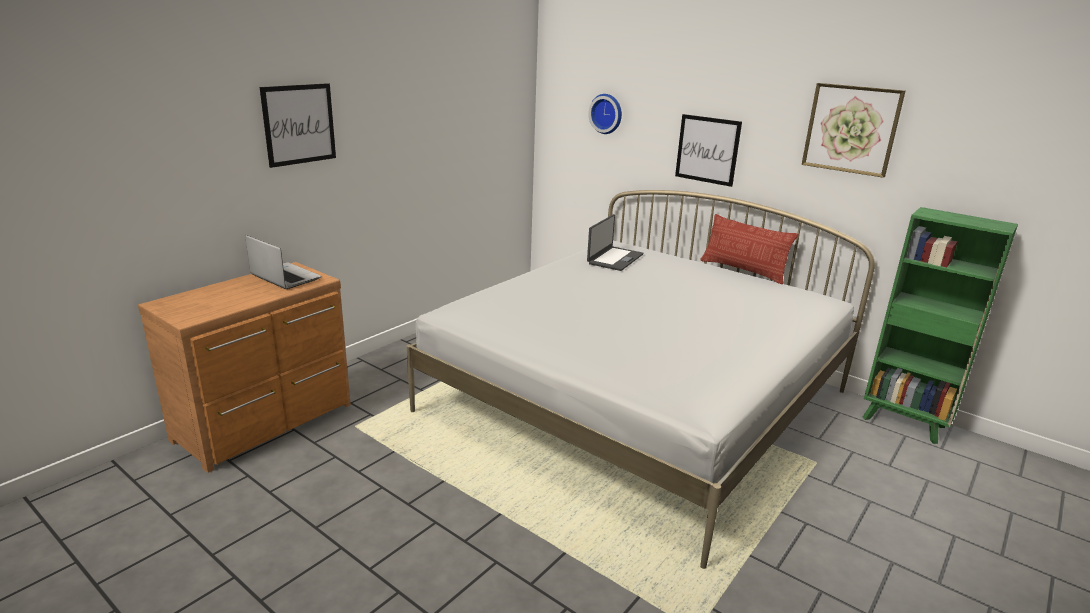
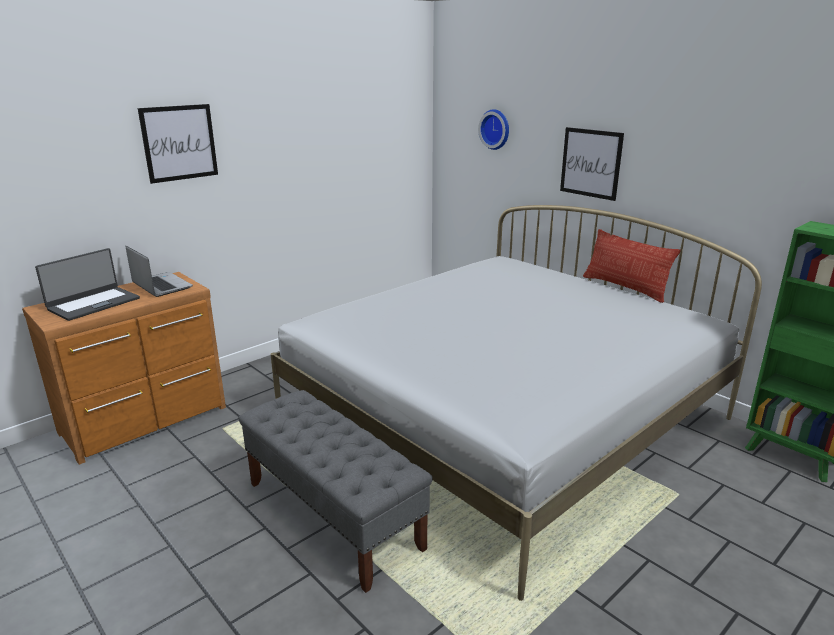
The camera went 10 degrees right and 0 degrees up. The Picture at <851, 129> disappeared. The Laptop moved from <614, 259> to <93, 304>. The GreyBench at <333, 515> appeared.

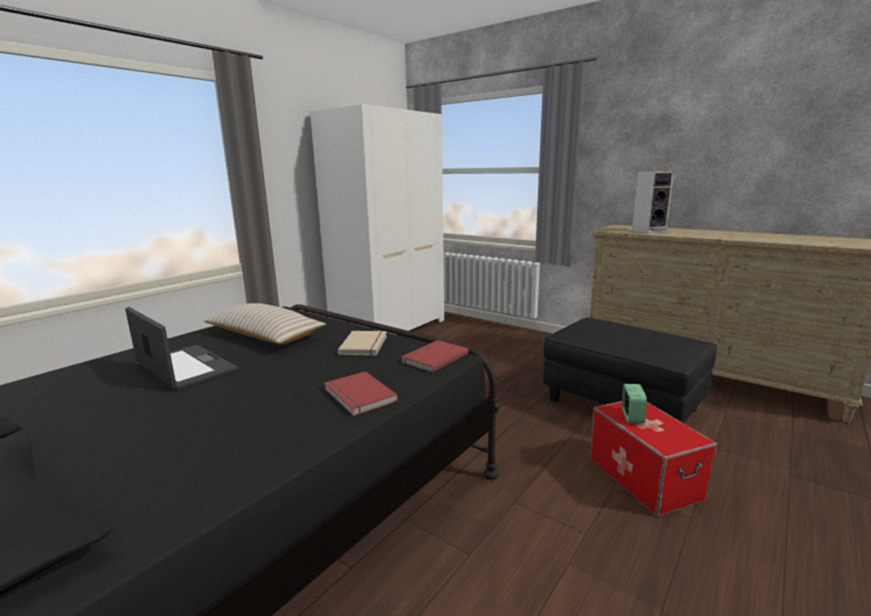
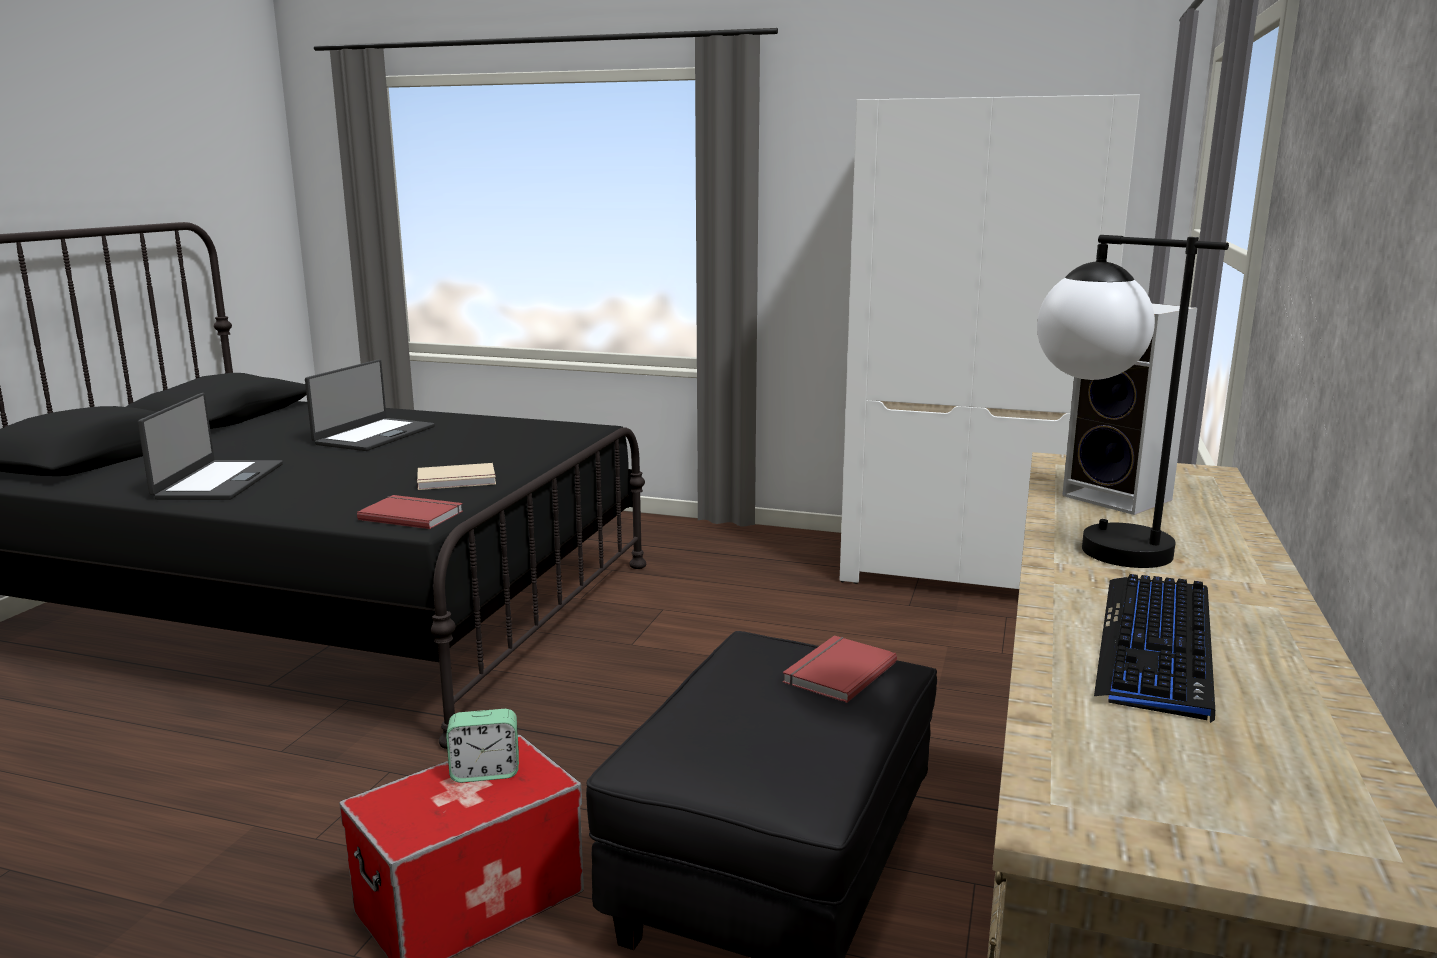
The camera went 70 degrees right and 0 degrees up. The BeigePillow at <265, 336> disappeared. The RedBook moved from <358, 396> to <836, 672>. The TableLamp at <1093, 542> appeared. The Laptop at <218, 481> appeared. The Keyboard at <1157, 644> appeared.

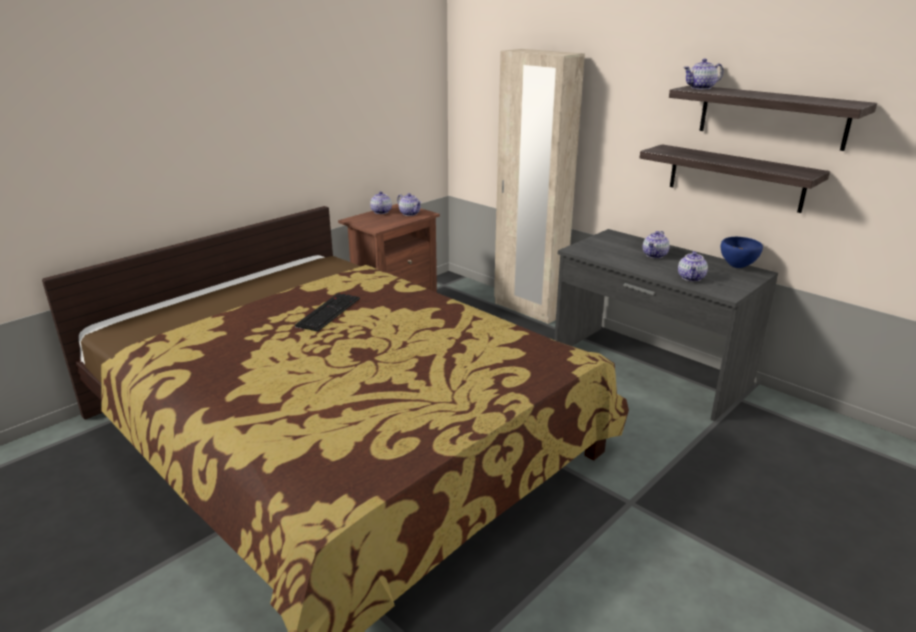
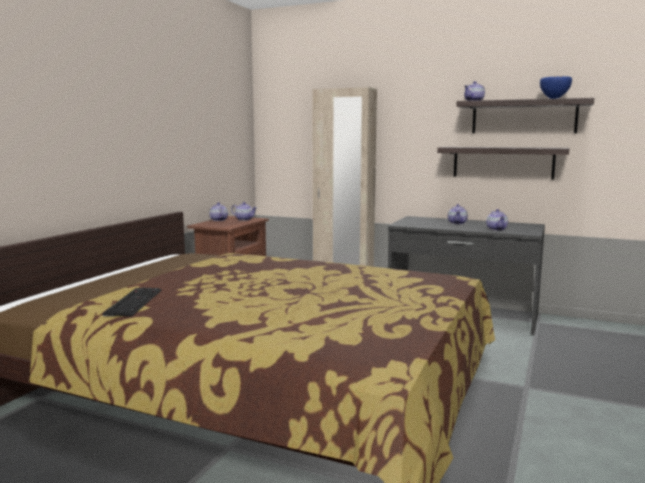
The camera went 20 degrees left and 15 degrees down. The BlueBowl moved from <737, 267> to <554, 99>. The Keyboard moved from <328, 311> to <133, 302>.

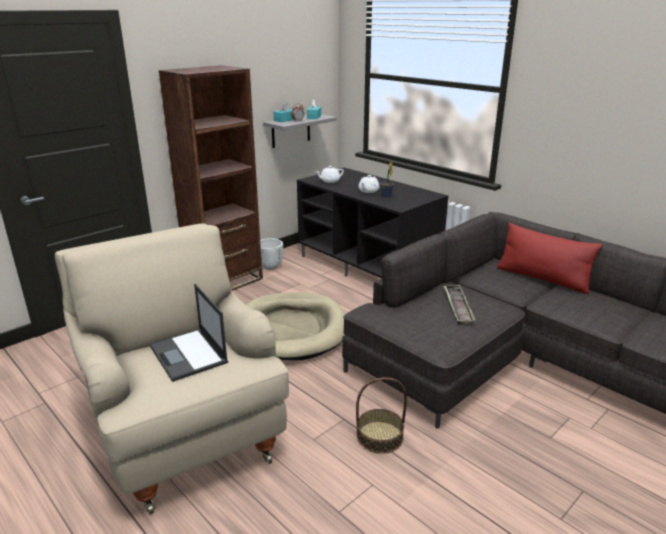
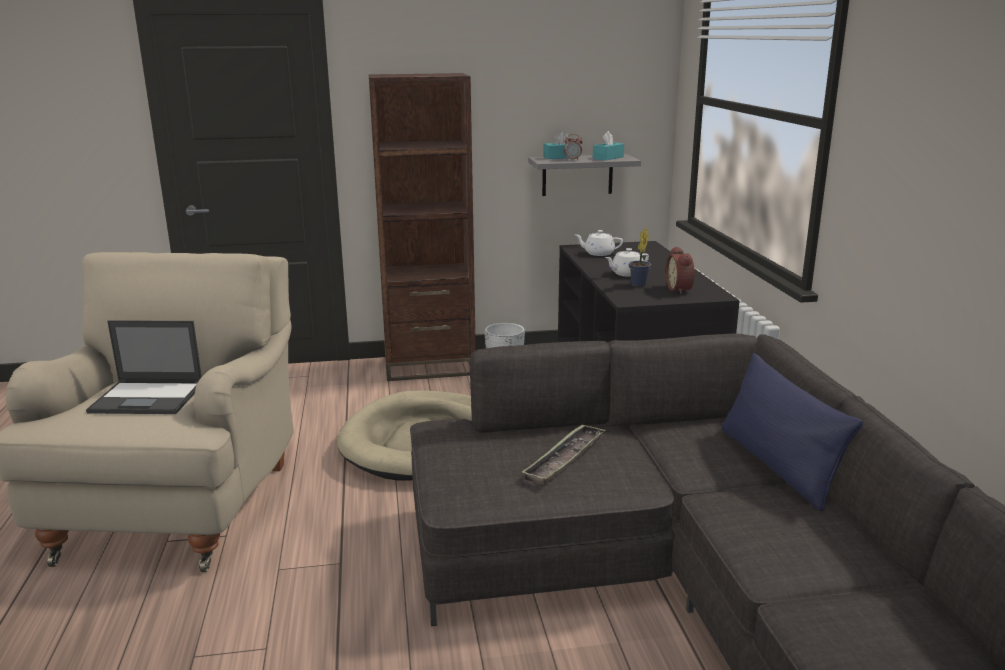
The camera went 35 degrees right and 5 degrees down. The RedPillow at <542, 278> became the BluePillow at <777, 465>. The Laptop at <189, 355> turned 90 degrees counterclockwise. The Basket at <380, 436> disappeared. The AlarmClock at <680, 289> appeared.

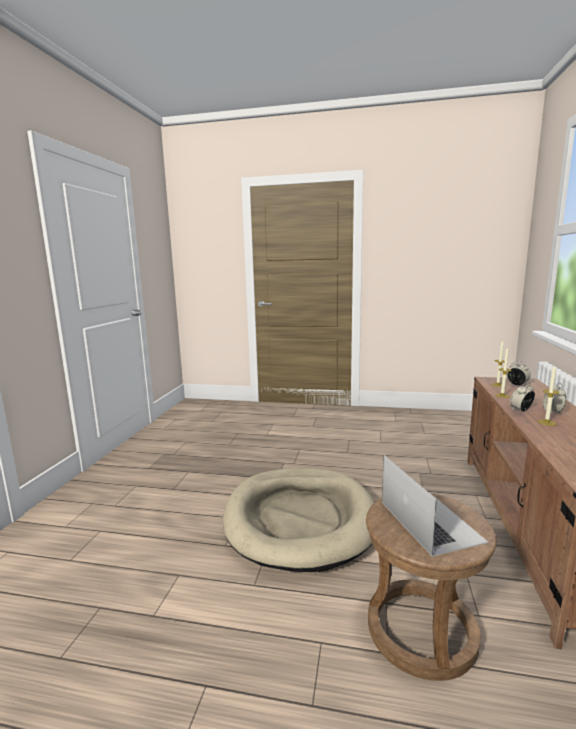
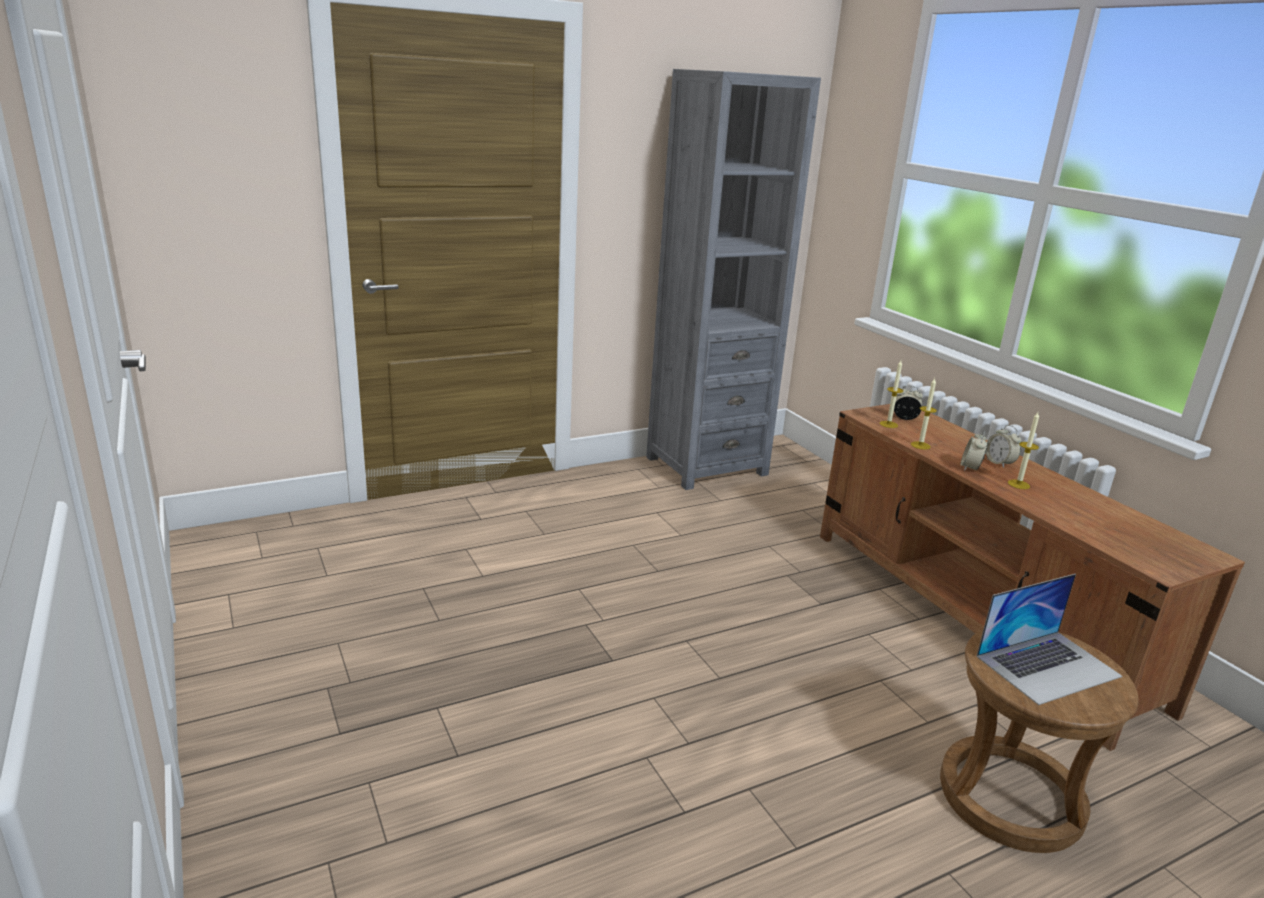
The camera went 40 degrees left and 10 degrees up. The Laptop at <430, 521> turned 120 degrees clockwise. The BeigeDogBed at <300, 519> disappeared. The GreyBookcase at <706, 466> appeared.

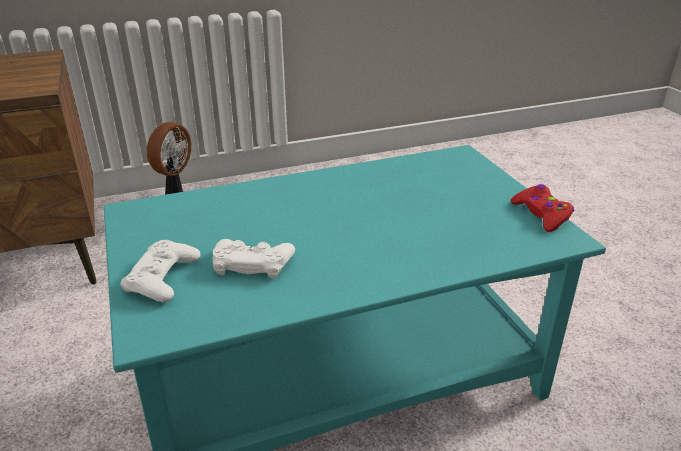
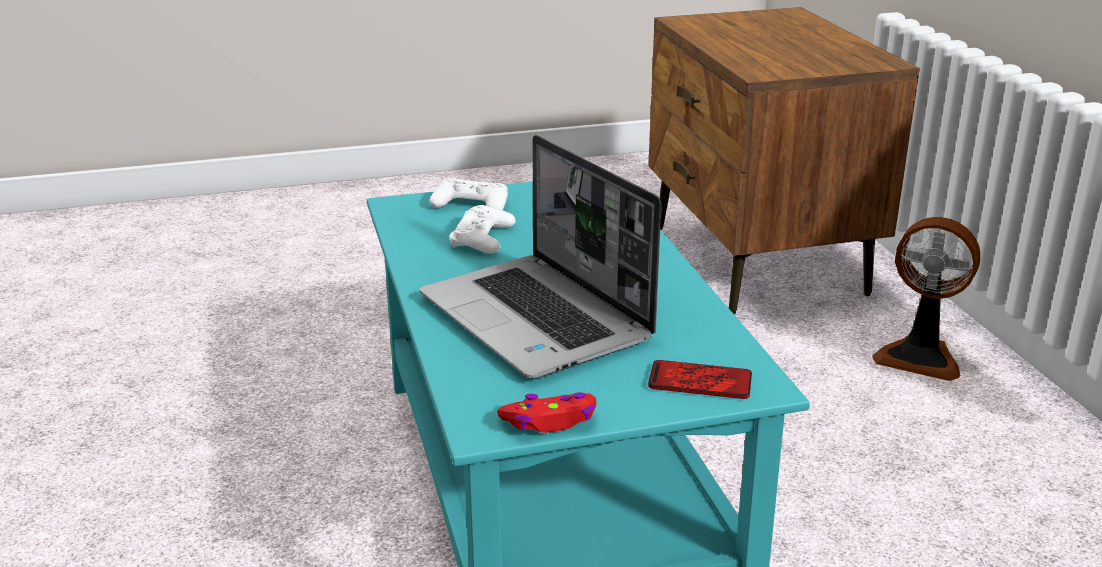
The camera went 95 degrees right and 5 degrees down. The Laptop at <538, 319> appeared. The Phone at <700, 381> appeared.

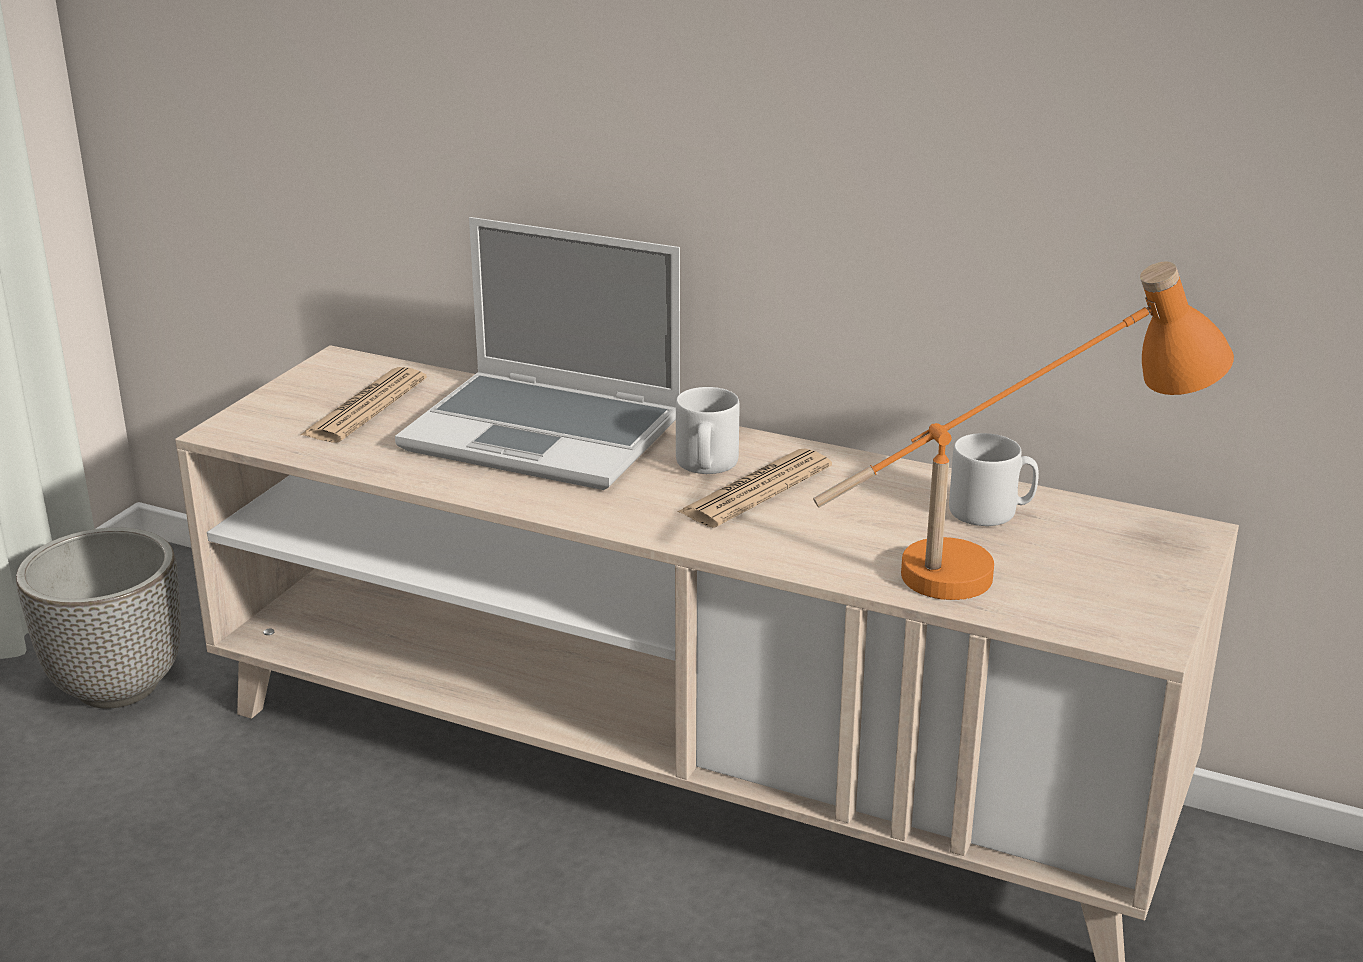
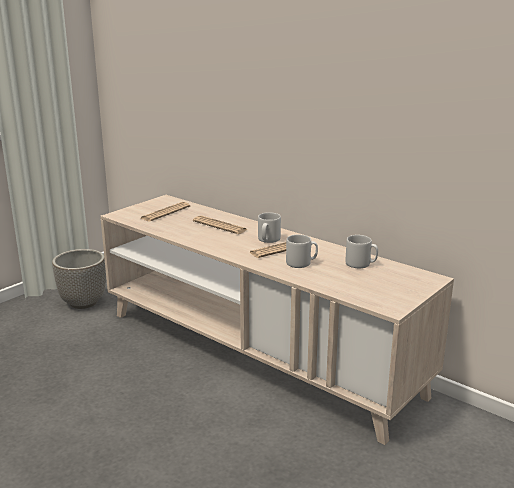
The camera went 15 degrees right and 5 degrees down. The Laptop at <547, 434> was replaced by the Newspaper at <220, 226>. The OrangeTableLamp at <1009, 566> disappeared. The GreyMug at <301, 263> appeared.

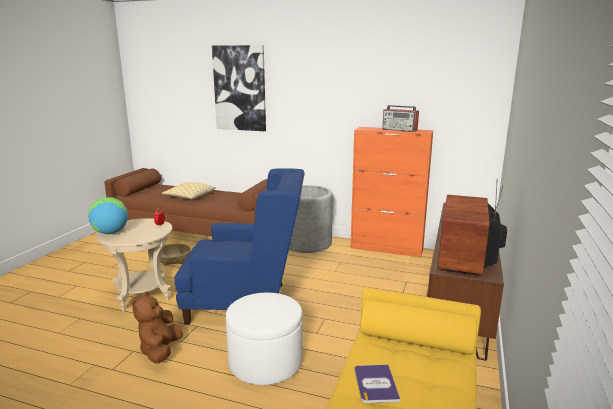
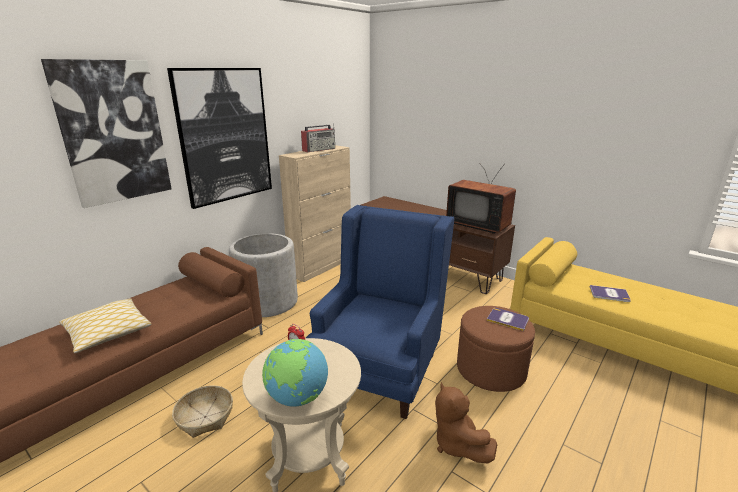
The camera went 70 degrees left and 5 degrees up. The OrangeCabinet at <387, 248> became the BeigeCabinet at <321, 266>. The BrownPlushToy at <160, 351> turned 45 degrees clockwise. The WhiteOttoman at <265, 362> became the BrownOttoman at <491, 370>. The Picture at <225, 136> appeared. The Book at <508, 319> appeared.

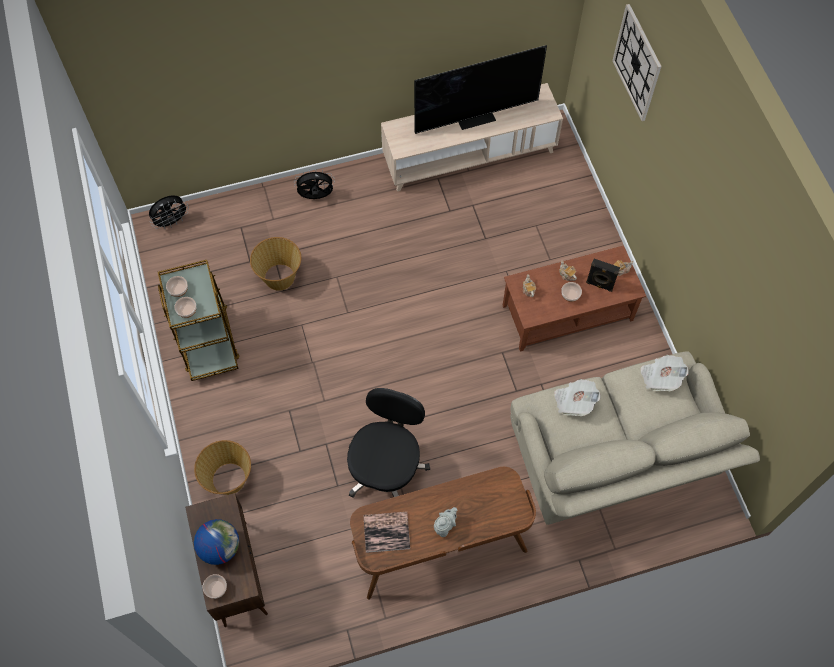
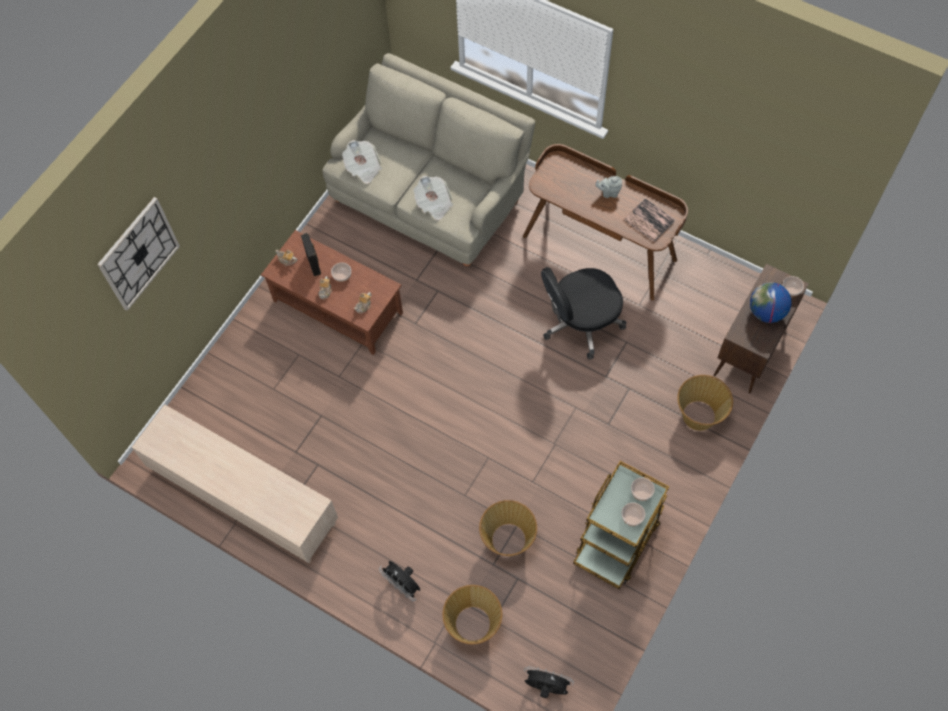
The camera went 130 degrees left and 0 degrees up. The Television at <476, 117> disappeared. The Basket at <473, 624> appeared.

